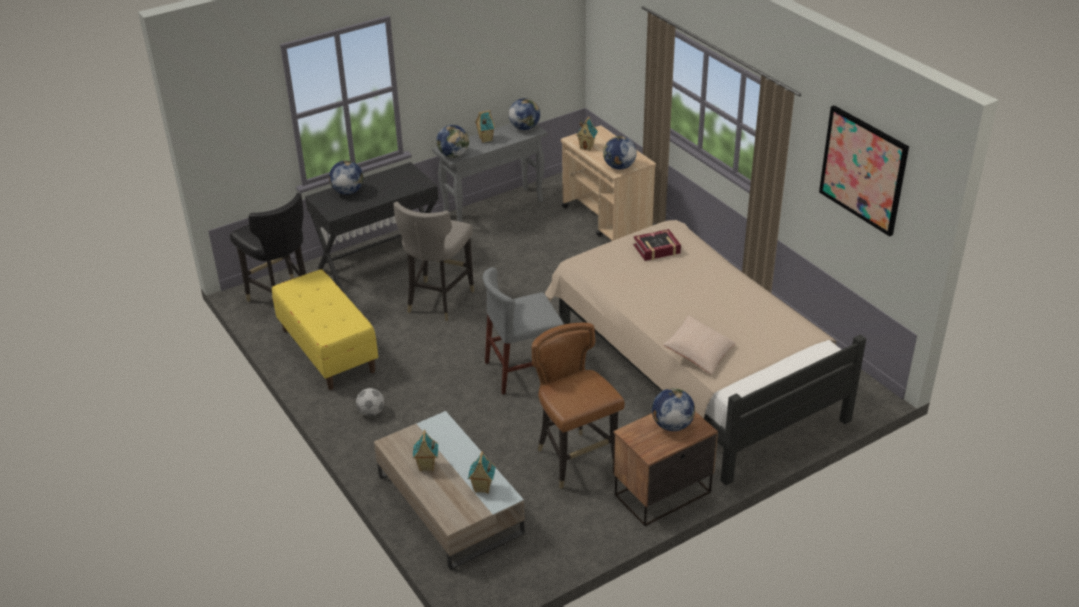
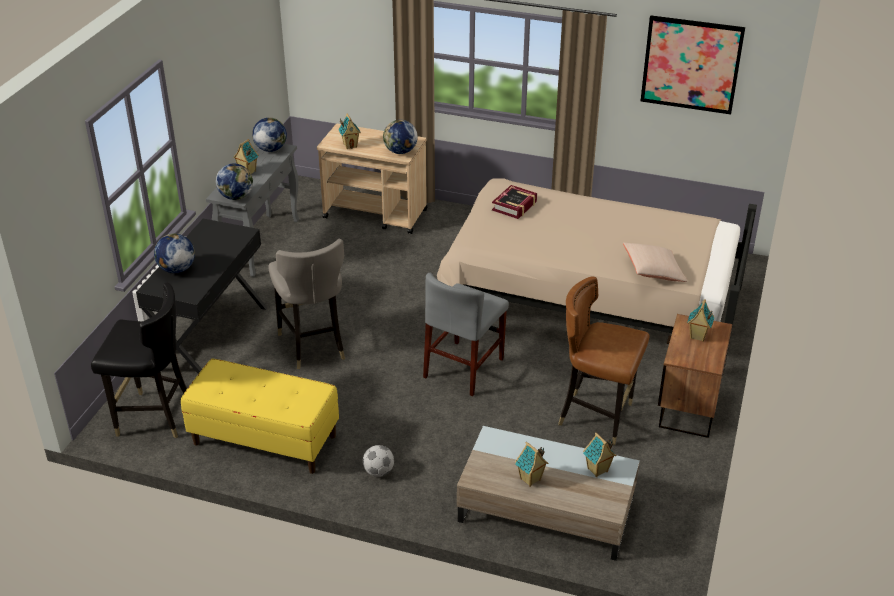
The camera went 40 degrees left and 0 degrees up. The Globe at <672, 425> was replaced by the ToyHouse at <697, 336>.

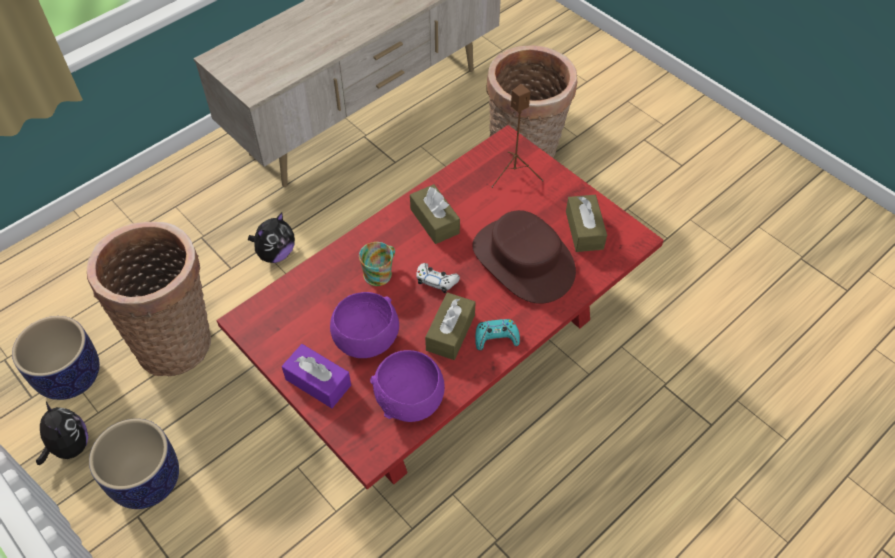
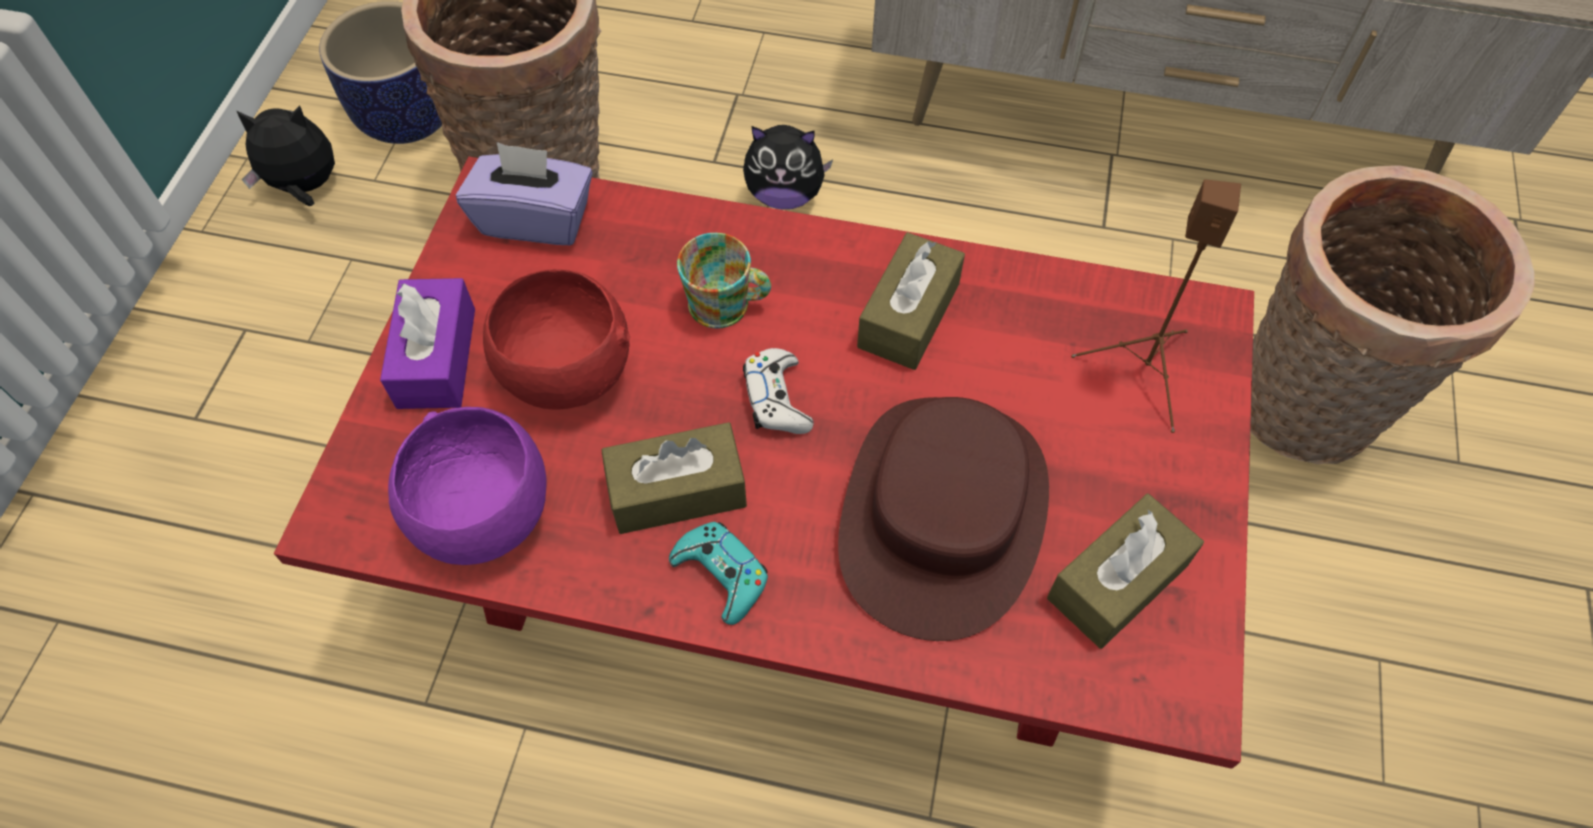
The camera went 55 degrees right and 5 degrees up. The PurpleBowl at <365, 341> became the RedBowl at <564, 373>. The PlushToy at <69, 446> turned 120 degrees counterclockwise. The Planter at <146, 480> disappeared. The PurpleTissueBox at <536, 219> appeared.

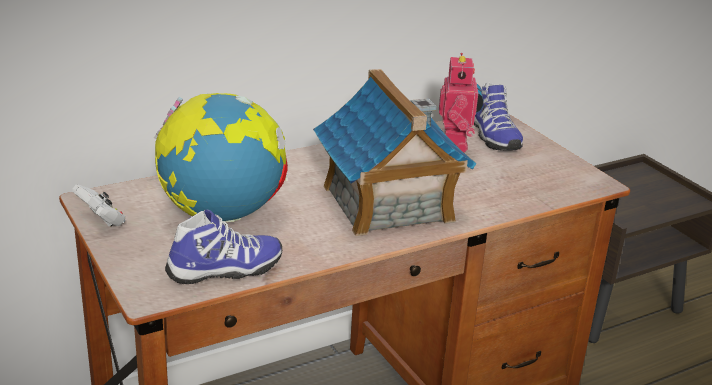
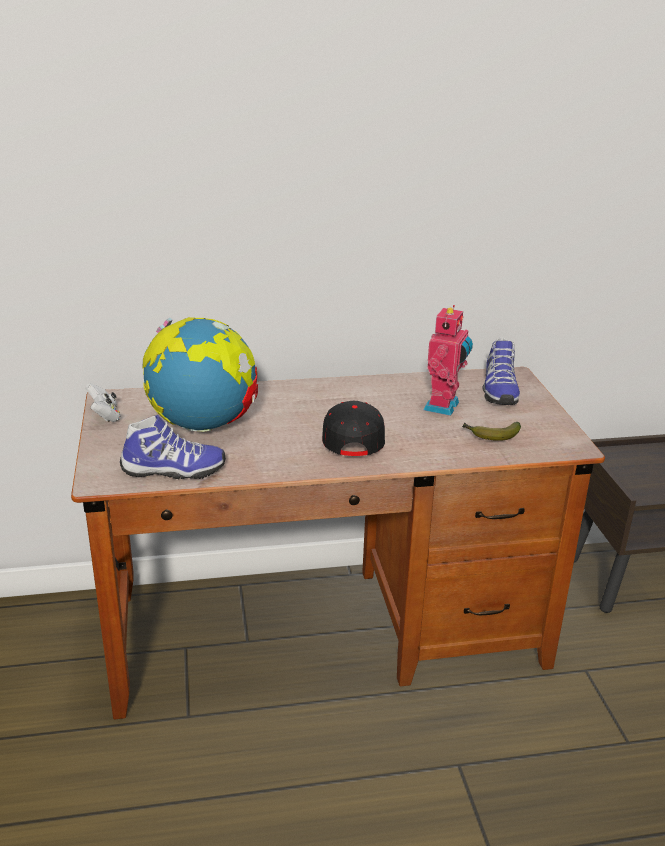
The camera went 20 degrees right and 0 degrees up. The ToyHouse at <387, 204> was replaced by the BlackCap at <352, 437>. The Banana at <491, 435> appeared.

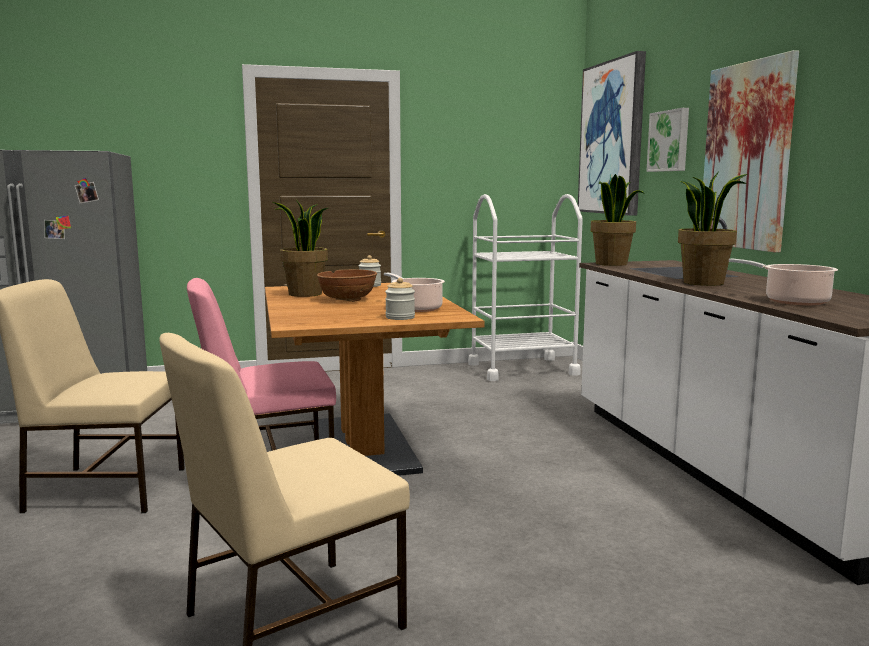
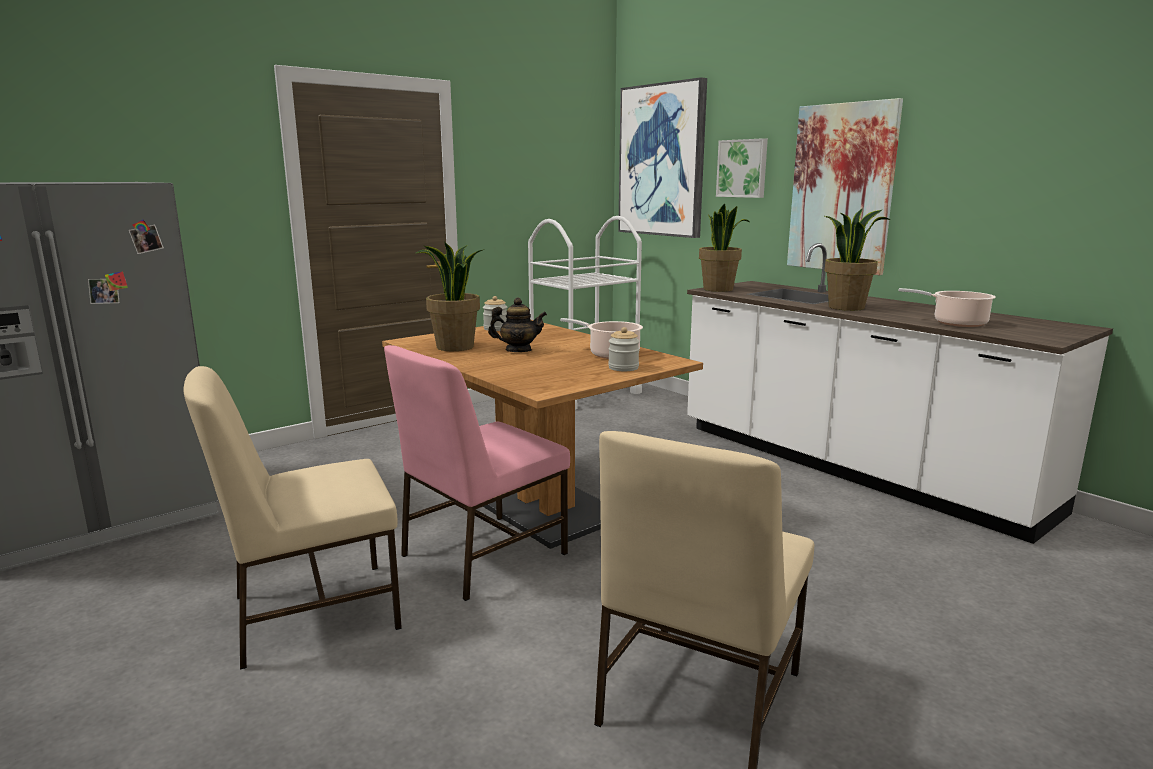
The camera went 25 degrees left and 5 degrees up. The BrownBowl at <347, 300> was replaced by the Teapot at <518, 350>.

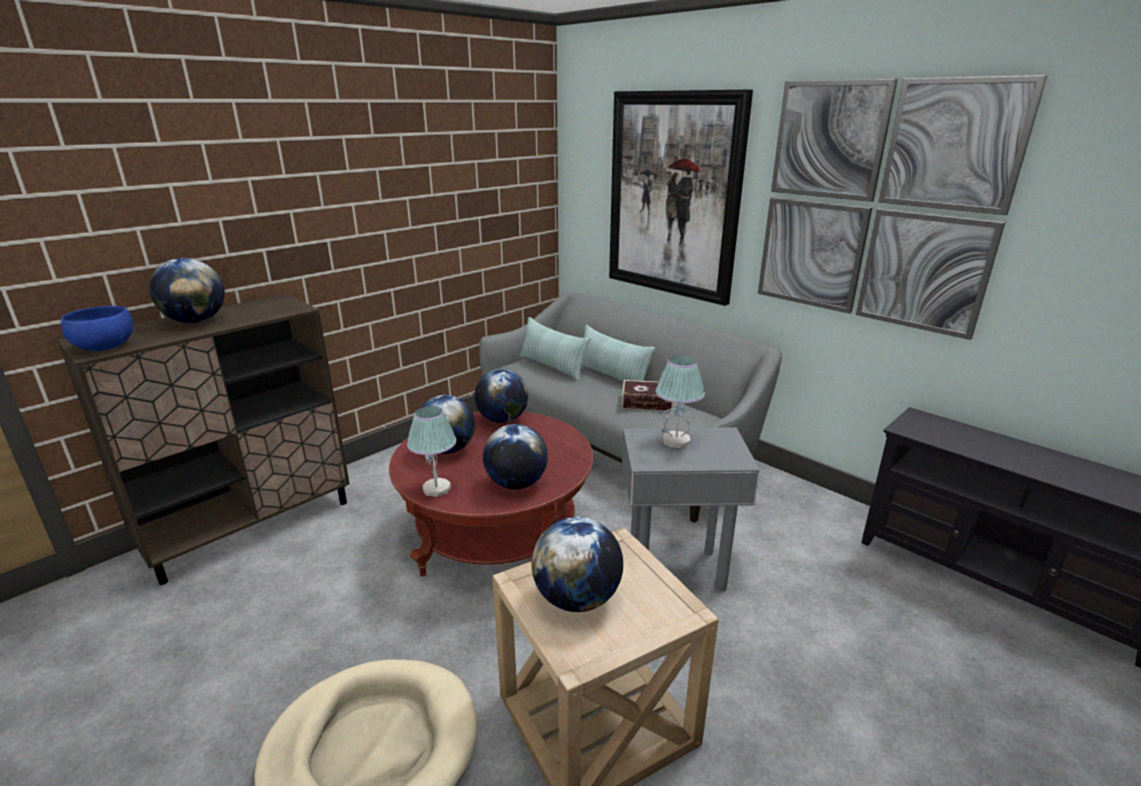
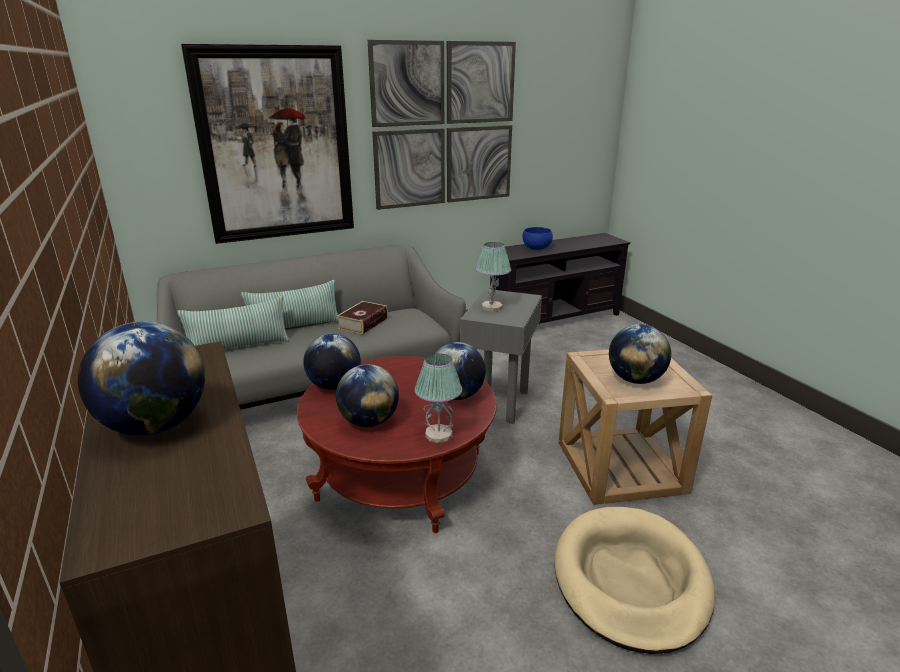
The camera went 70 degrees left and 0 degrees up. The BlueBowl moved from <105, 347> to <537, 248>.

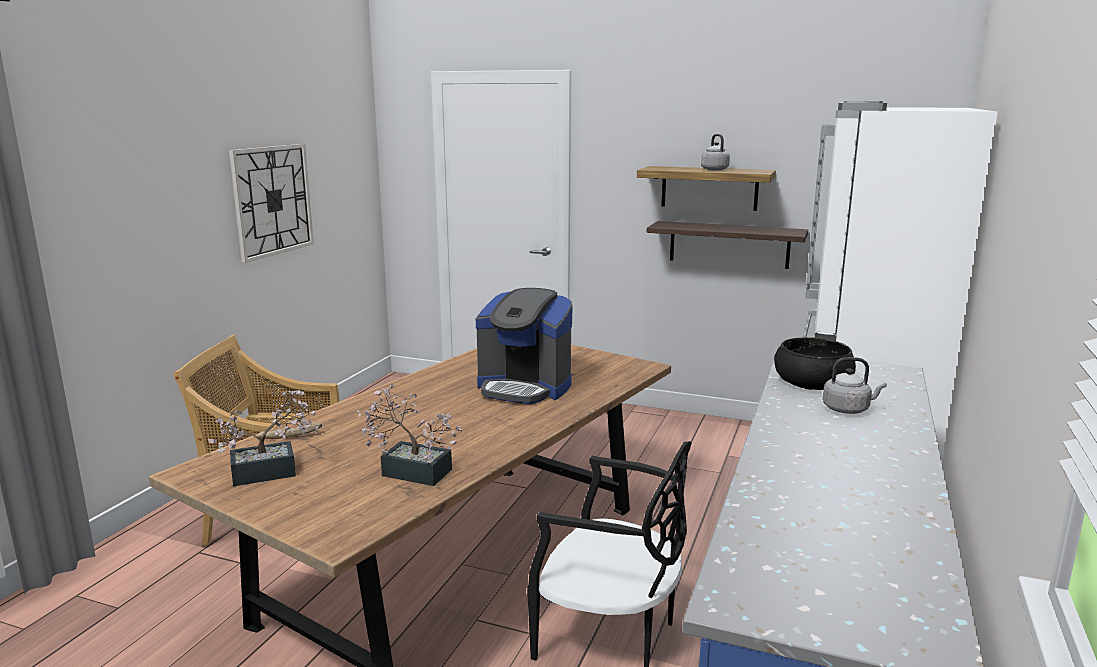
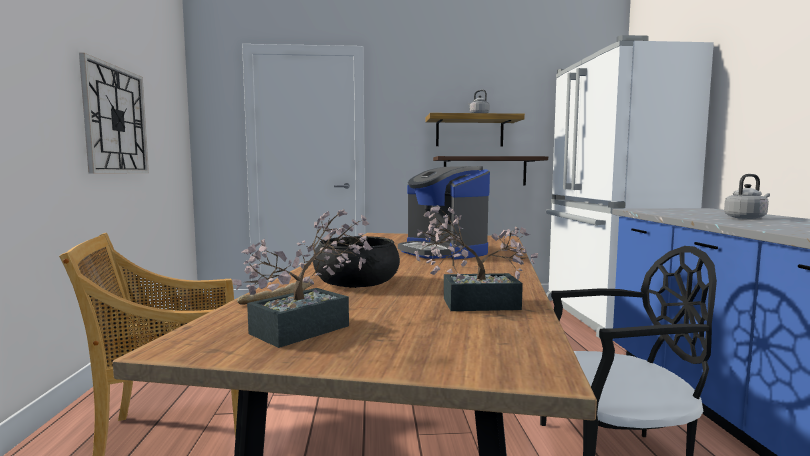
The camera went 25 degrees left and 10 degrees down. The CoffeeMachine at <524, 387> turned 60 degrees clockwise. The BlackBowl moved from <812, 382> to <357, 282>.

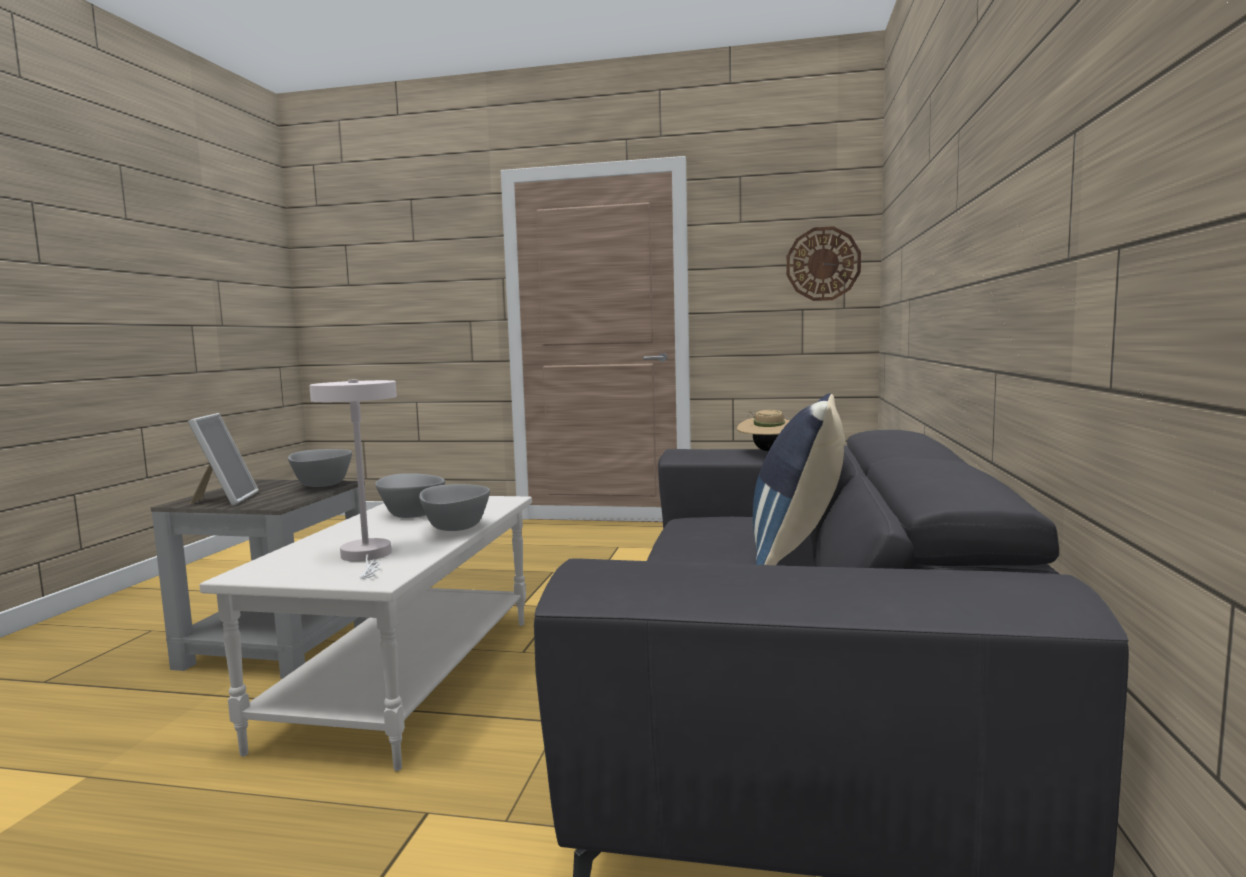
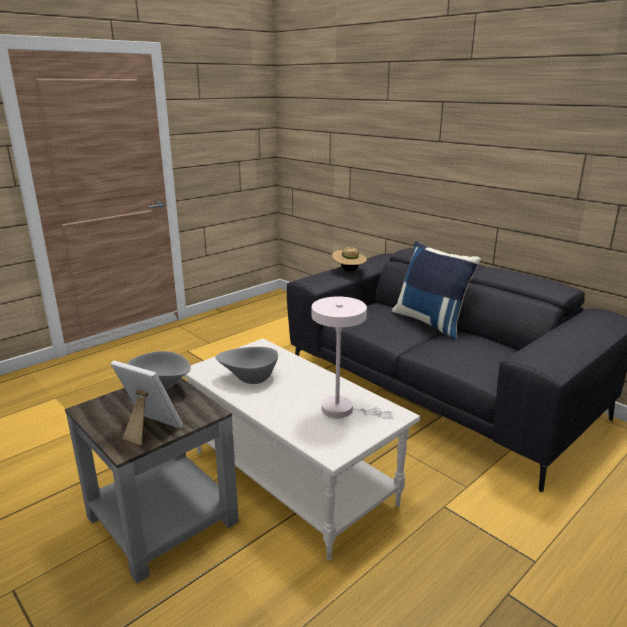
The camera went 55 degrees left and 15 degrees up. The WallClock at <823, 264> disappeared. The GreyBowl at <454, 529> disappeared.

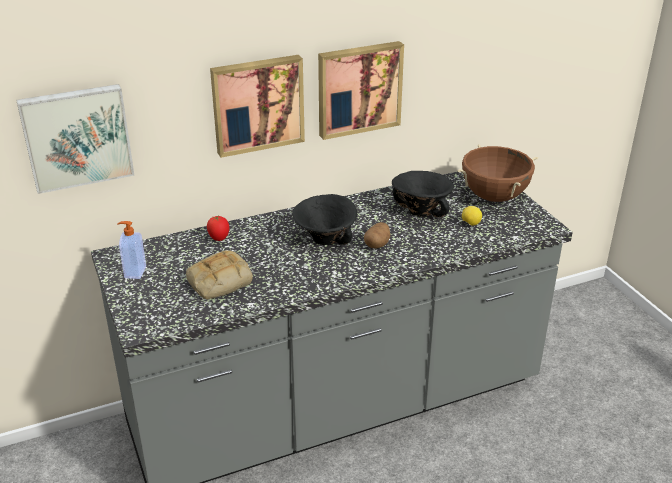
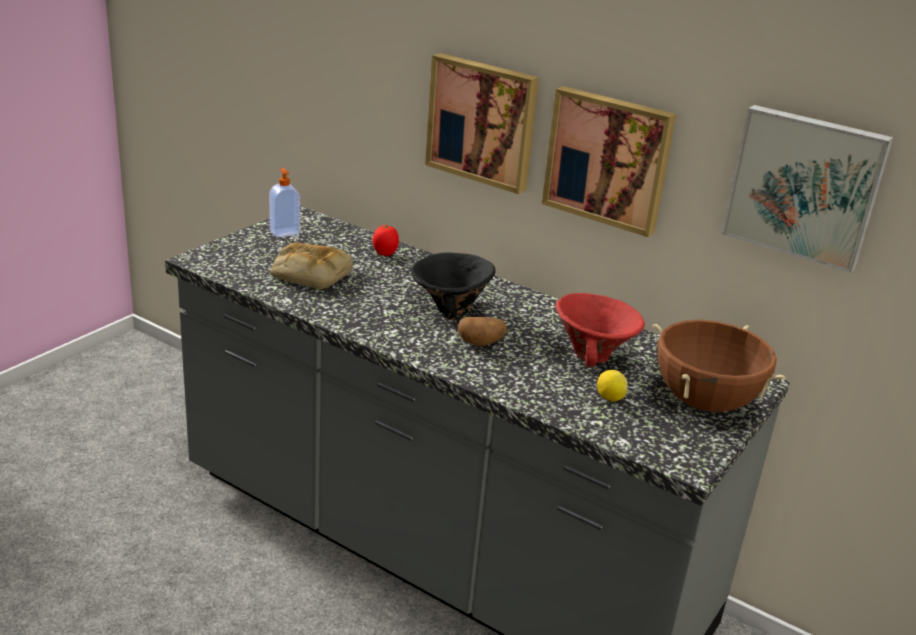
The camera went 55 degrees right and 5 degrees down. The Picture moved from <77, 136> to <804, 186>. The BlackBowl at <421, 210> became the RedBowl at <594, 355>.

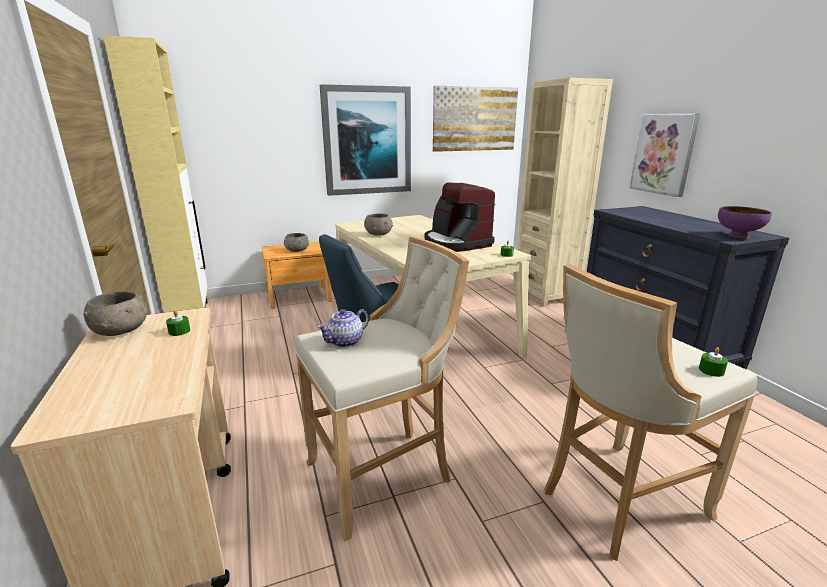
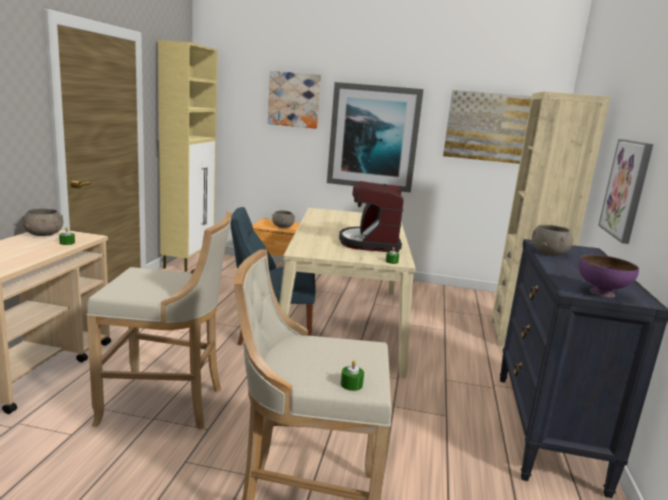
The camera went 30 degrees right and 5 degrees down. The GreyBowl moved from <378, 234> to <549, 253>. The Teapot at <345, 342> disappeared. The Picture at <294, 99> appeared.

